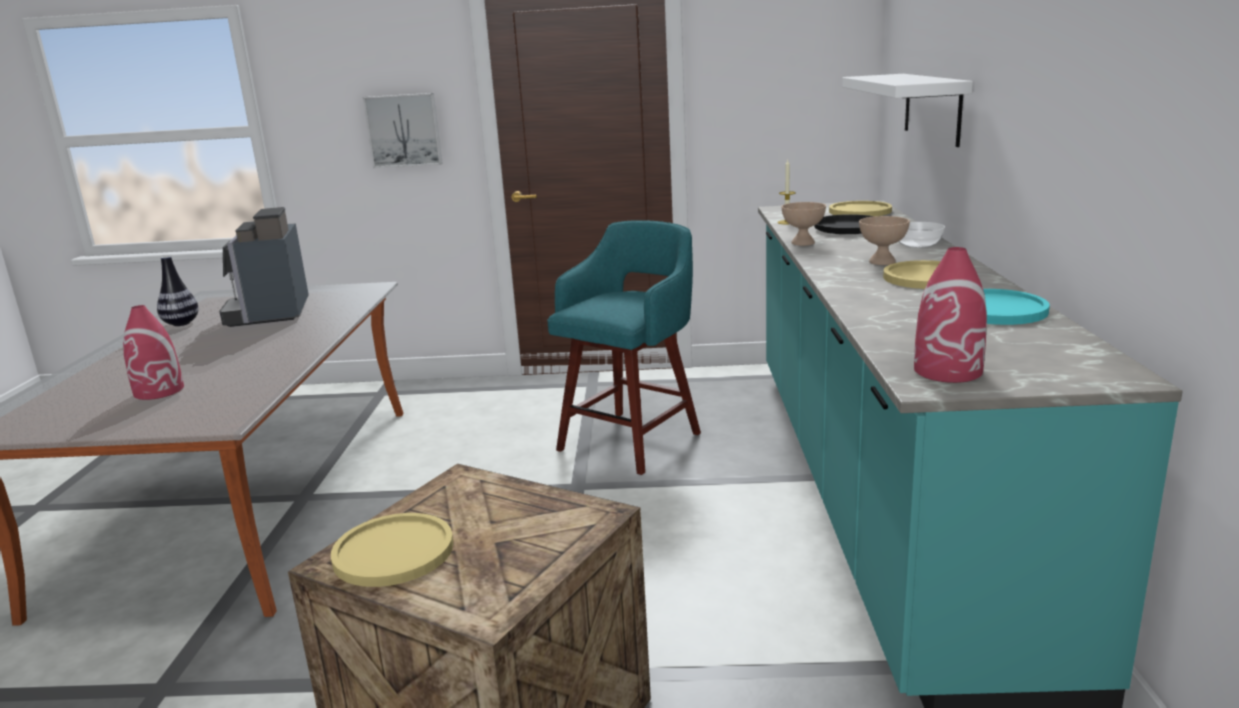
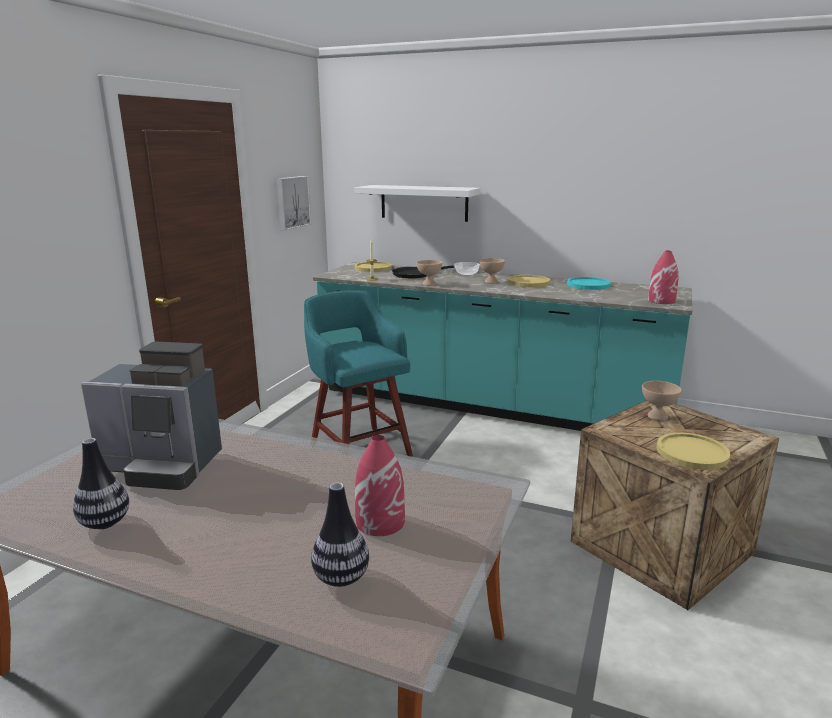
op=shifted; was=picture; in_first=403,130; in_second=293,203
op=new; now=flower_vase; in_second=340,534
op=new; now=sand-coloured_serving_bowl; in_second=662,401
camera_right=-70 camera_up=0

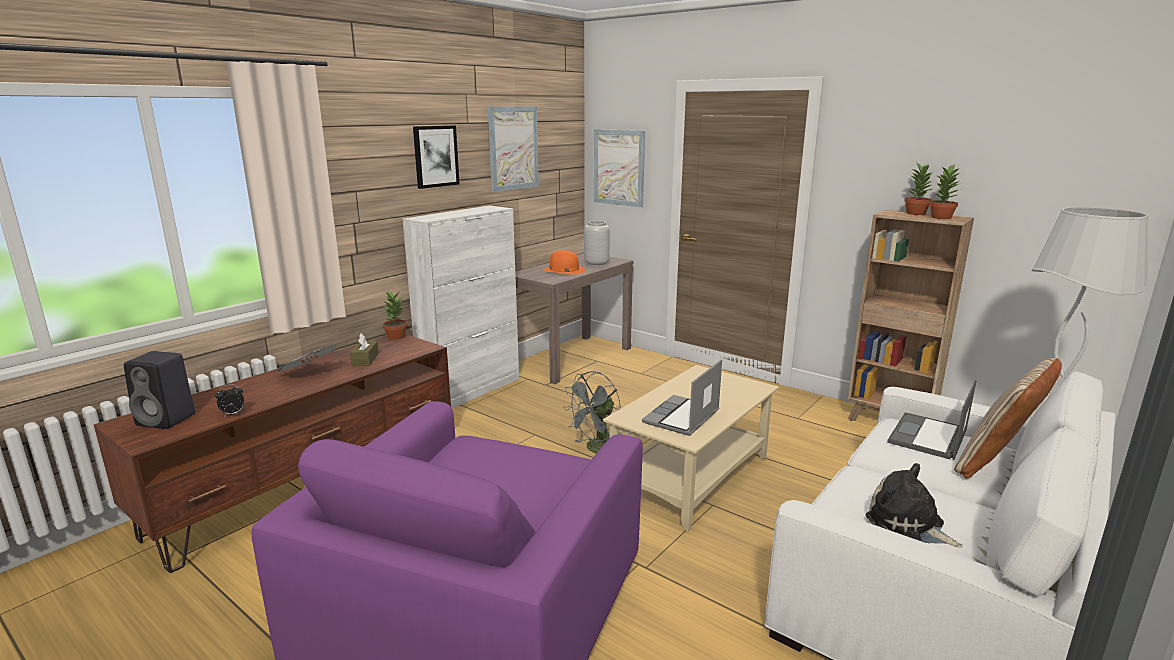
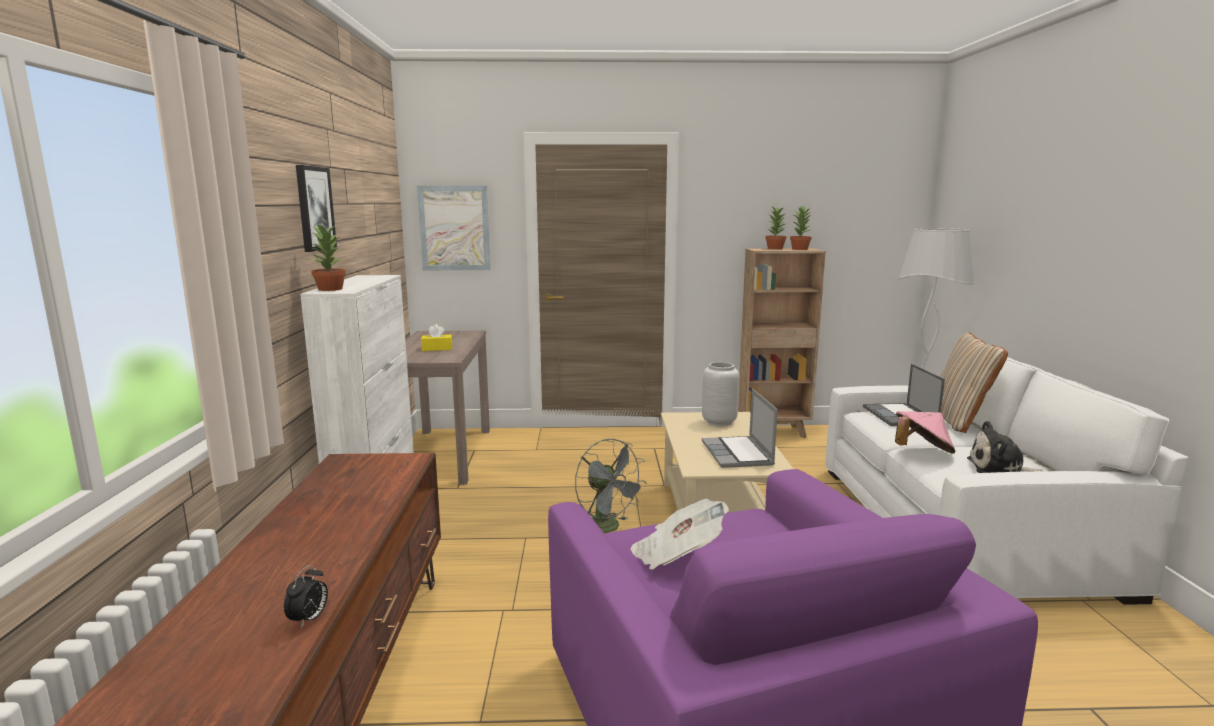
op=gone; was=blackish_speaker; in_first=159,390
op=shifted; was=printed_paper; in_first=306,359; in_second=679,534
op=gone; was=brownish_box_of_tissues; in_first=364,349
op=shifted; was=plant_in_a_pot; in_first=395,315; in_second=328,257
op=gone; was=picture; in_first=513,149
op=swapped; was=orange-coloured_hat; now=yellow-coloured_box_of_tissues; in_first=564,262; in_second=436,337
op=rotated; was=greyish_electric_fan; in_first=592,412; in_second=611,486; clockwise=-45
op=shifted; was=greyish_flower_vase; in_first=597,244; in_second=720,394
op=new; now=pinkish_hat; in_second=925,432
camera_right=-40 camera_up=-5

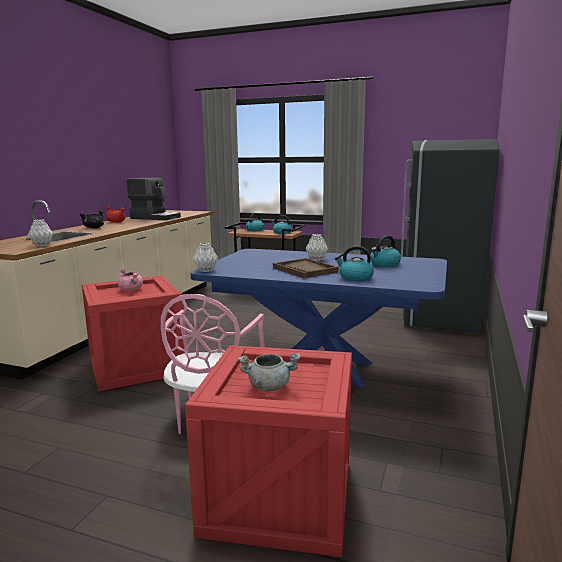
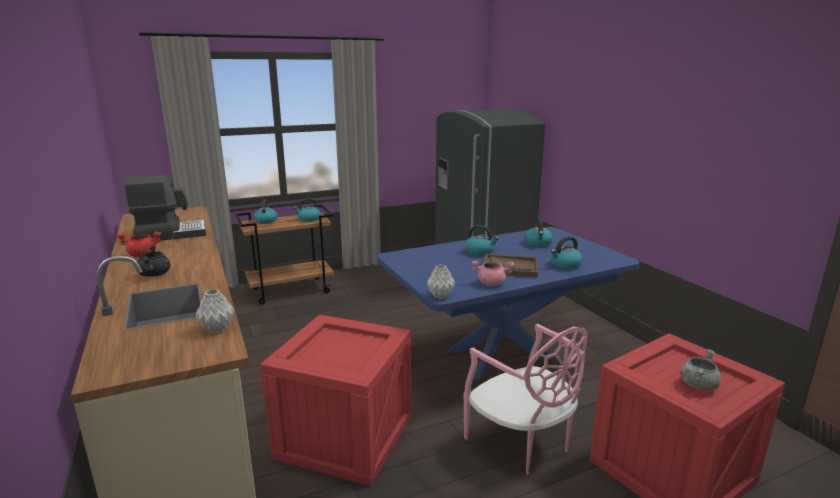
op=shifted; was=pinkish_cooking_pot; in_first=130,279; in_second=493,273
op=swapped; was=greyish_flower_vase; now=kettle; in_first=317,247; in_second=482,240
camera_right=-45 camera_up=5

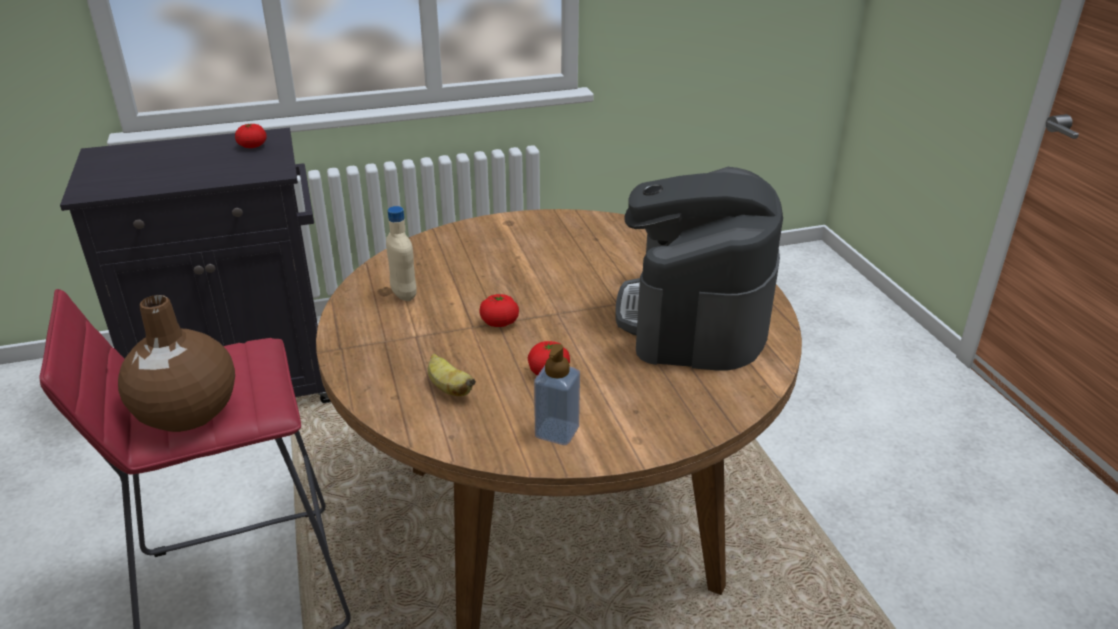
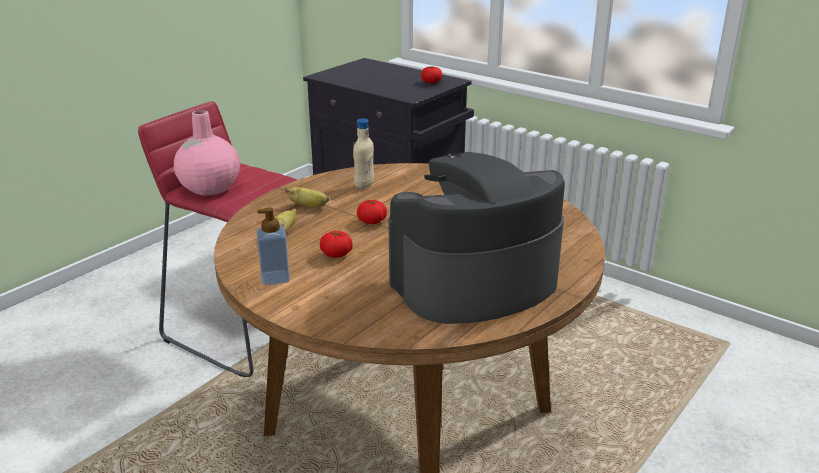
op=repainted; was=brownish_flower_vase; now=pinkish_flower_vase; in_first=176,363; in_second=207,153
op=new; now=banana_fruit; in_second=307,197
camera_right=55 camera_up=-5

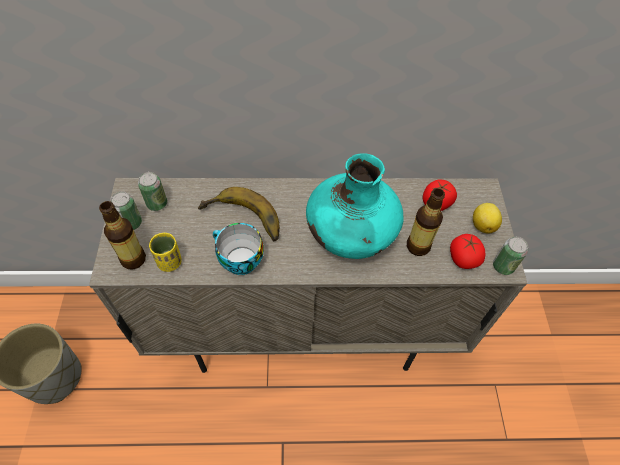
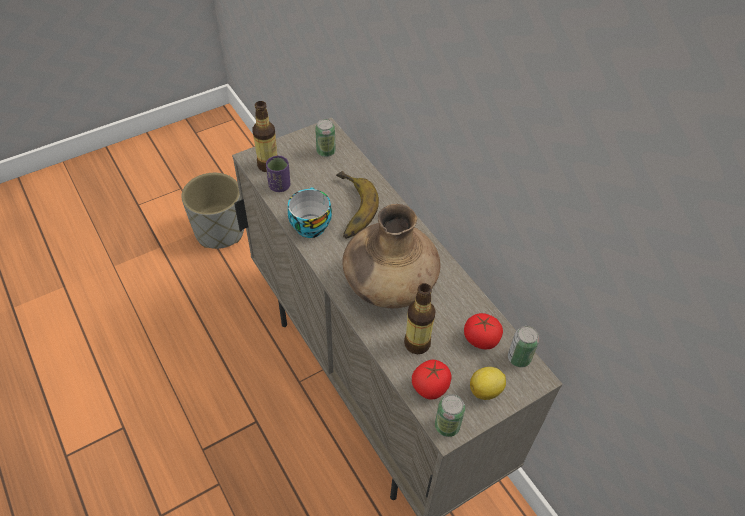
op=shifted; was=sealed_can; in_first=126,210; in_second=523,346
op=repainted; was=yellow-coloured_drinking_cup; now=purple-coloured_drinking_cup; in_first=165,252; in_second=278,174
op=repainted; was=blue-green_flower_vase; now=brownish_flower_vase; in_first=354,206; in_second=391,256
camera_right=60 camera_up=-5

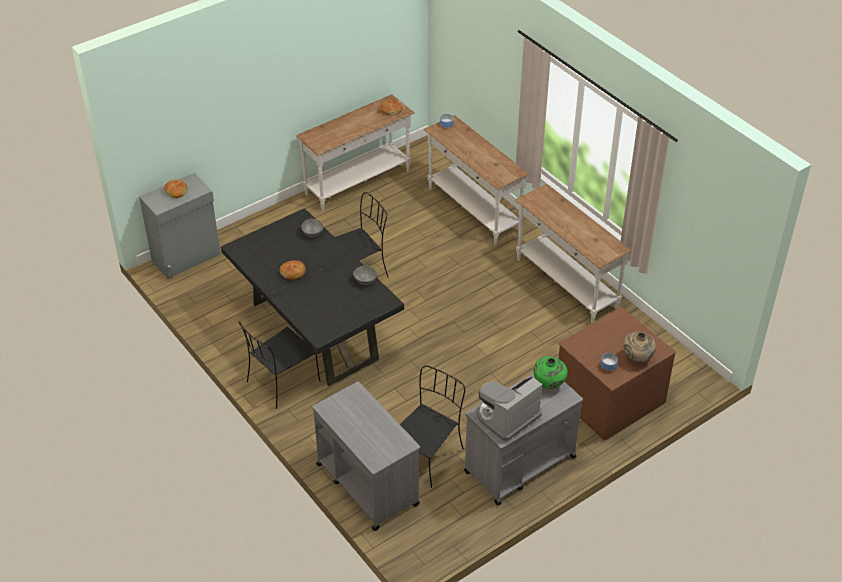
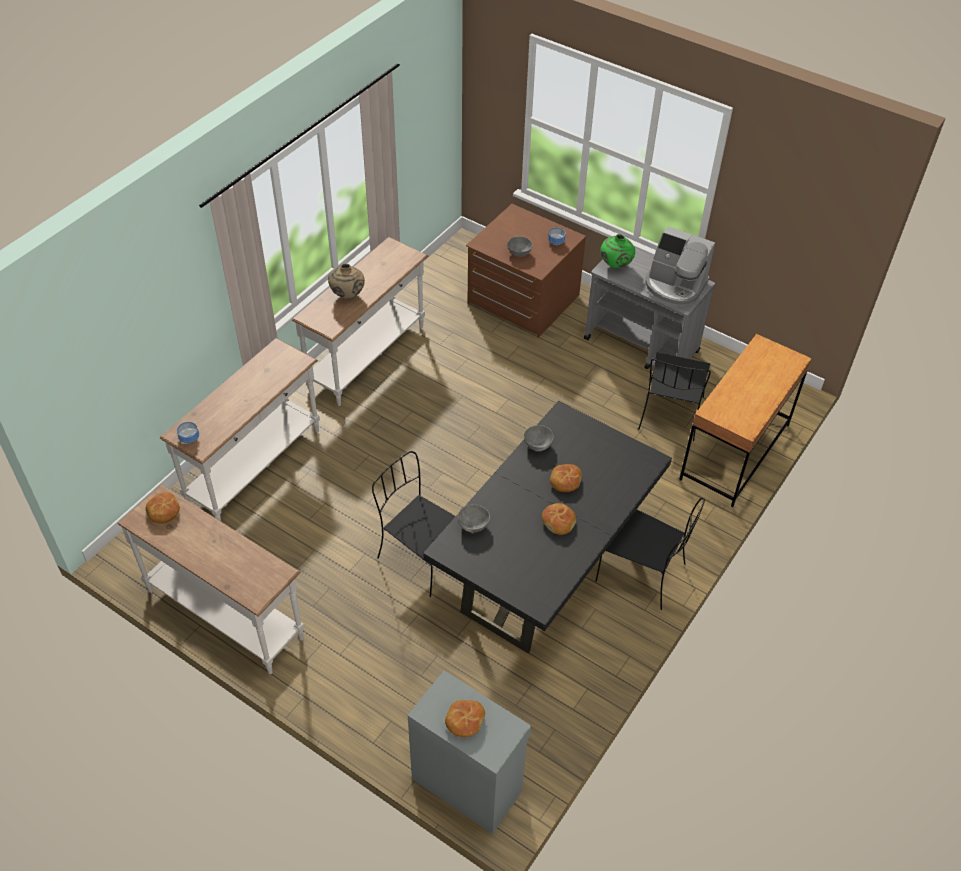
op=swapped; was=greyish_wheeled_cart; now=brownish_desk_table; in_first=366,456; in_second=745,420
op=rotated; was=blackish_upright_chair; in_first=432,426; in_second=674,397; clockwise=-90
op=shifted; was=sand-coloured_flower_vase; in_first=639,347; in_second=346,281
op=new; now=greyish_serving_bowl; in_second=520,246
op=new; now=baked_bread; in_second=566,478
camera_right=-110 camera_up=5

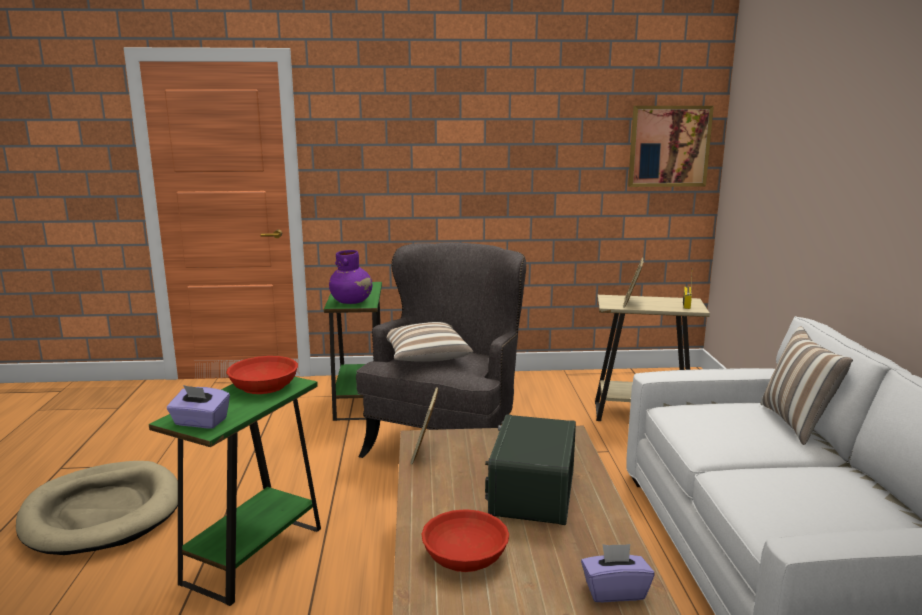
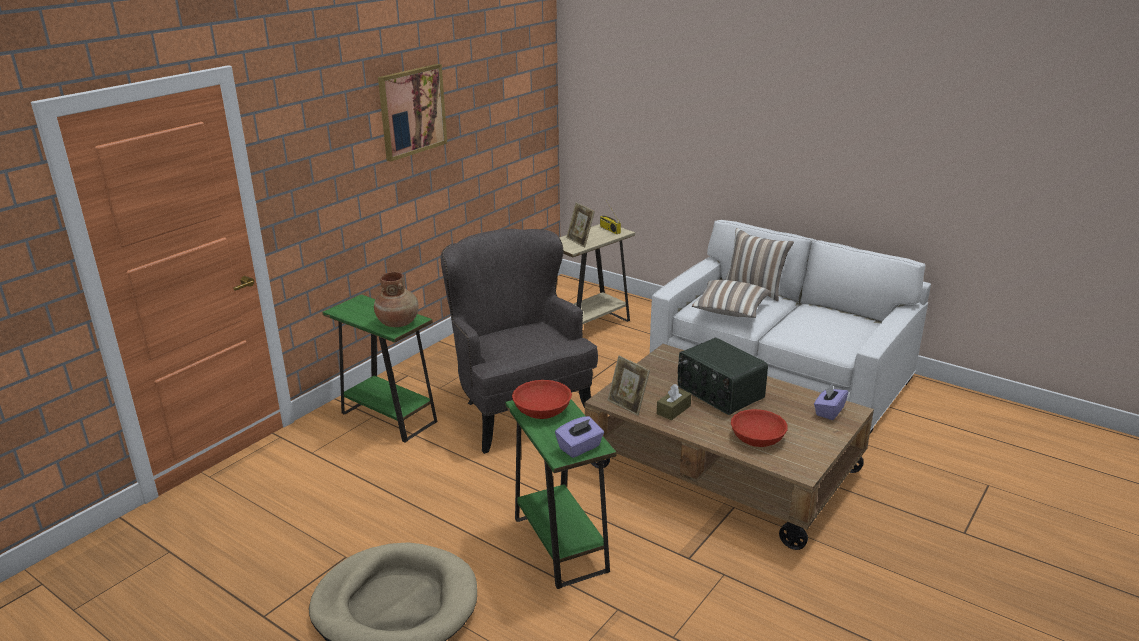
op=repainted; was=purple-coloured_flower_vase; now=brownish_flower_vase; in_first=350,277; in_second=396,299
op=shifted; was=cushion; in_first=430,342; in_second=731,299
op=shifted; was=picture; in_first=671,146; in_second=412,113
op=new; now=brownish_box_of_tissues; in_second=674,402
camera_right=-50 camera_up=10

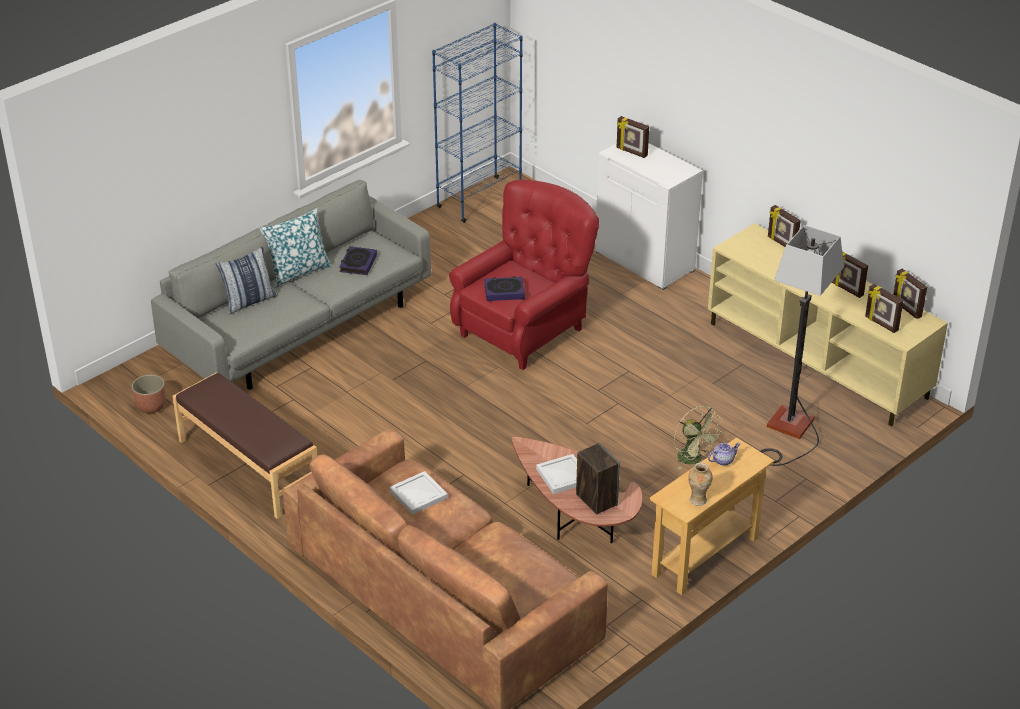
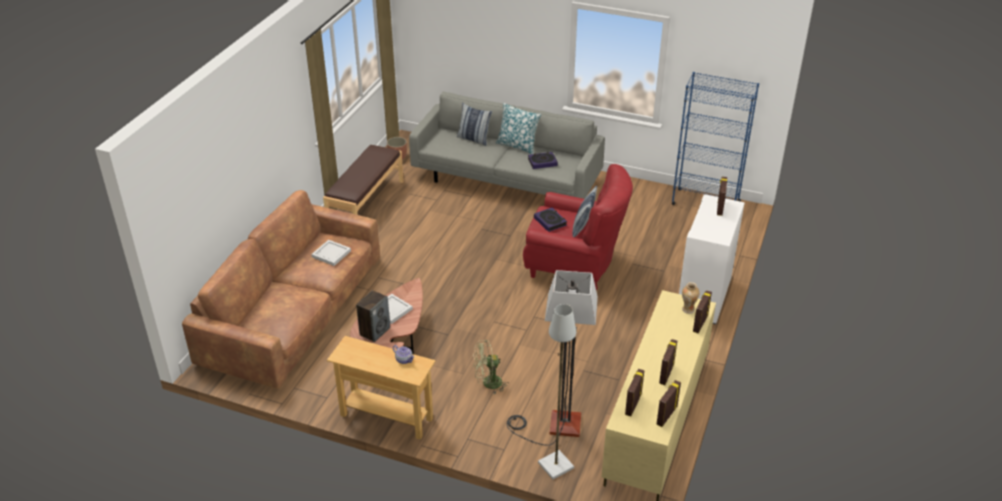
op=rotated; was=green-coloured_electric_fan; in_first=698,438; in_second=491,367; clockwise=45
op=shifted; was=flower_vase; in_first=700,484; in_second=691,298
op=new; now=greyish_standard_lamp; in_second=557,392
op=new; now=cushion; in_second=584,211
camera_right=65 camera_up=0

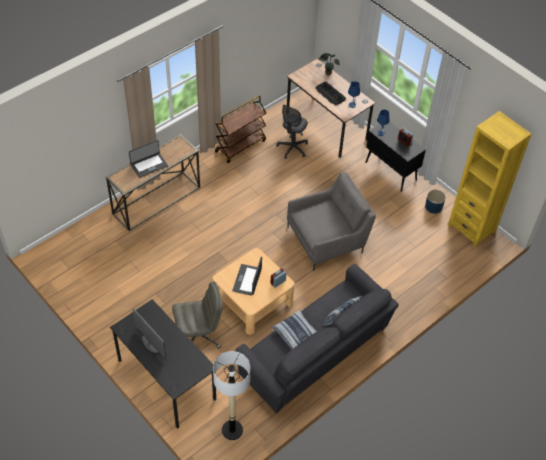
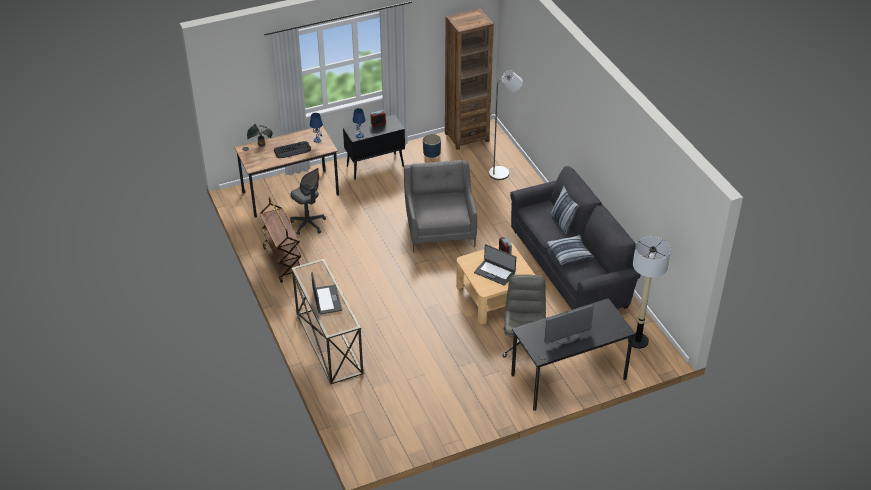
op=repainted; was=yellow-coloured_bookshelf; now=brownish_bookshelf; in_first=489,179; in_second=469,79
op=new; now=greyish_standard_lamp; in_second=506,125
camera_right=-70 camera_up=-10

